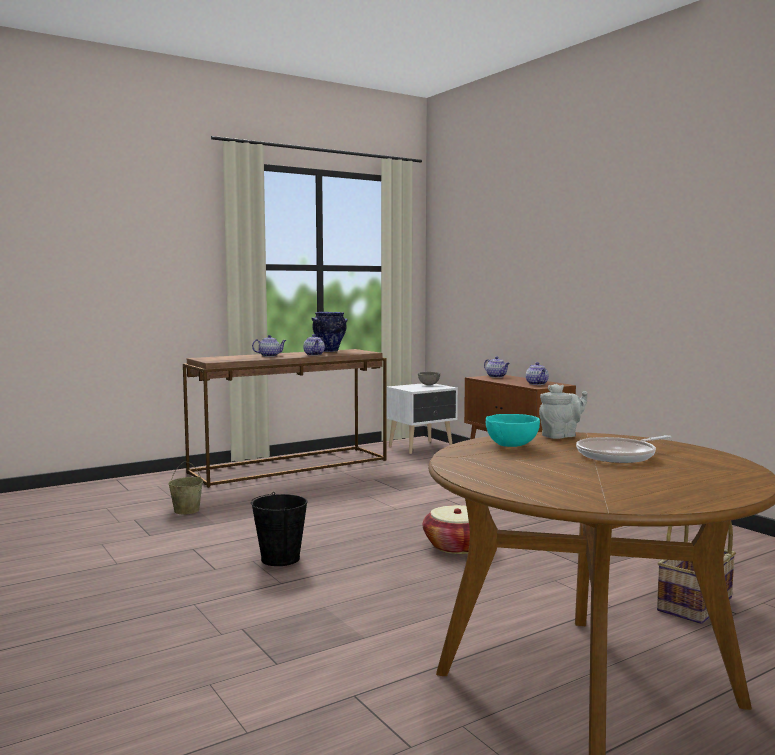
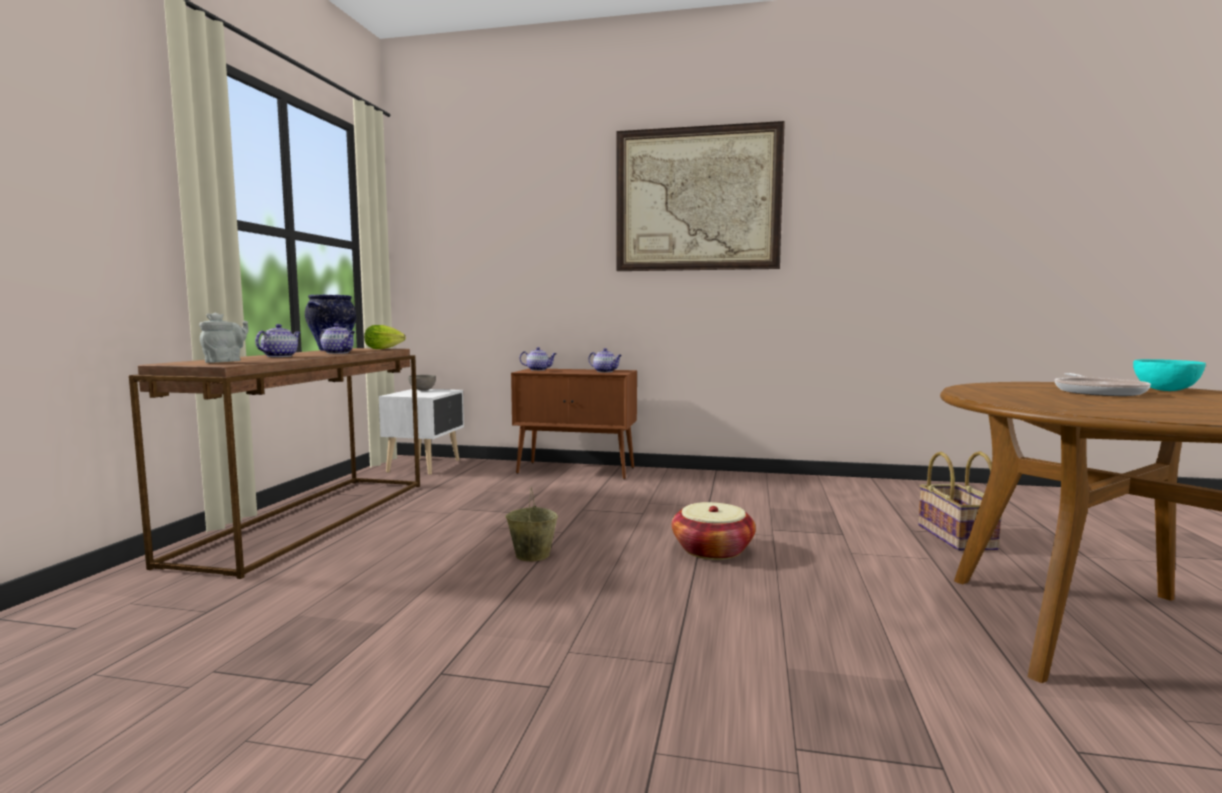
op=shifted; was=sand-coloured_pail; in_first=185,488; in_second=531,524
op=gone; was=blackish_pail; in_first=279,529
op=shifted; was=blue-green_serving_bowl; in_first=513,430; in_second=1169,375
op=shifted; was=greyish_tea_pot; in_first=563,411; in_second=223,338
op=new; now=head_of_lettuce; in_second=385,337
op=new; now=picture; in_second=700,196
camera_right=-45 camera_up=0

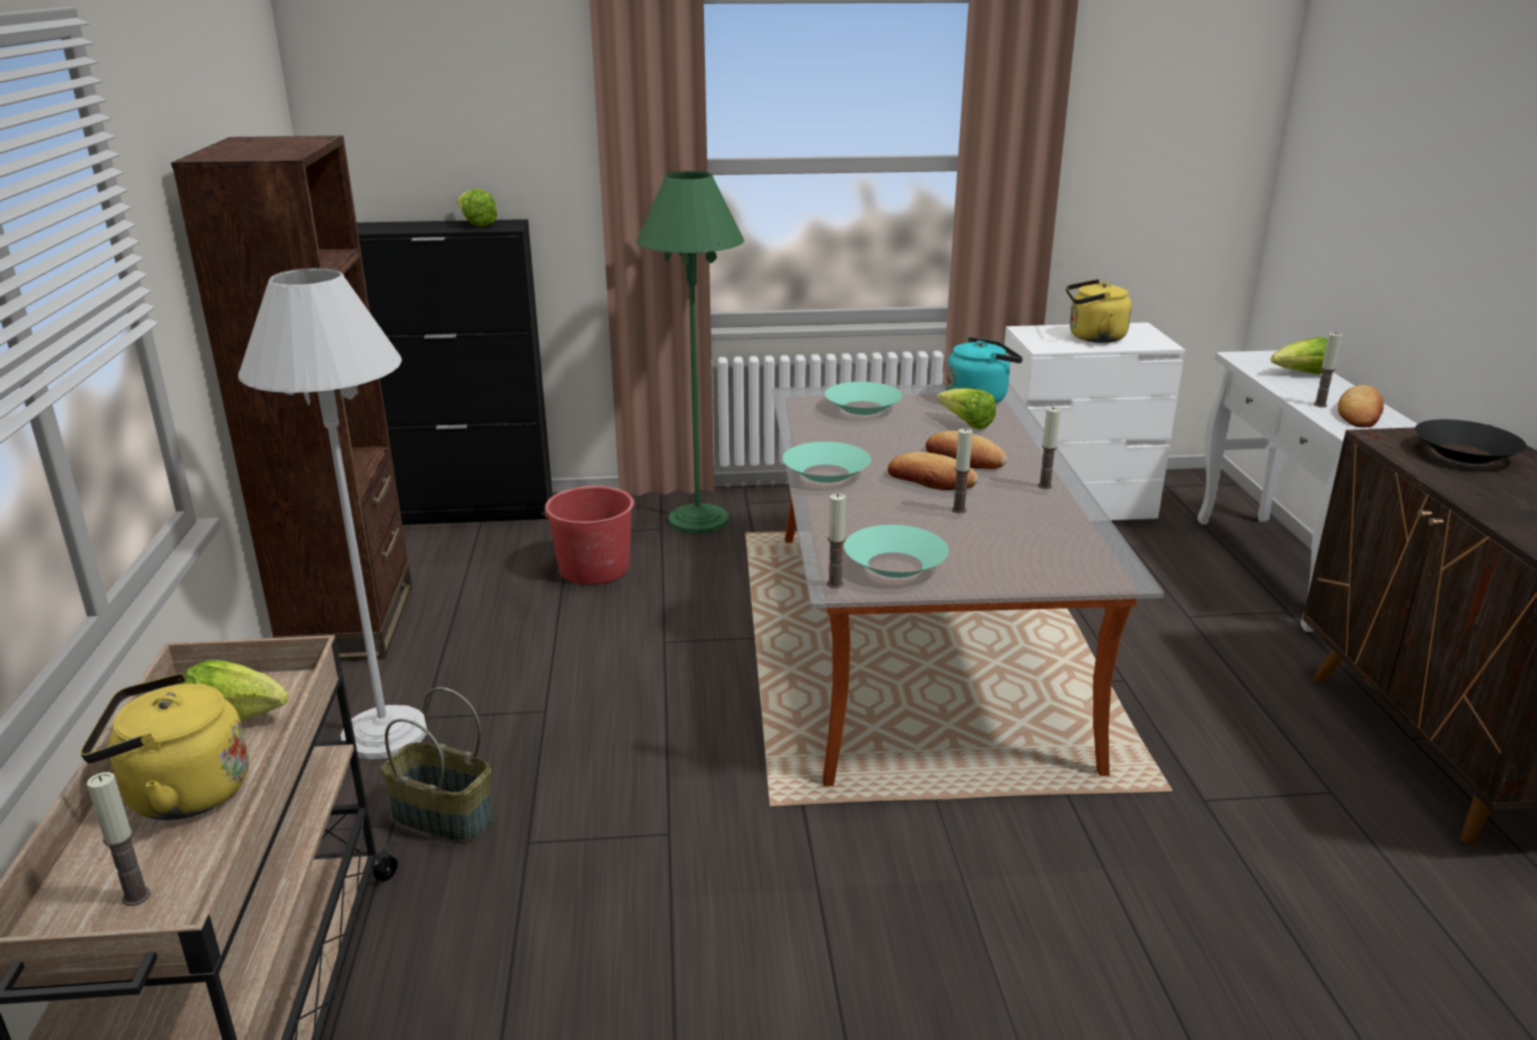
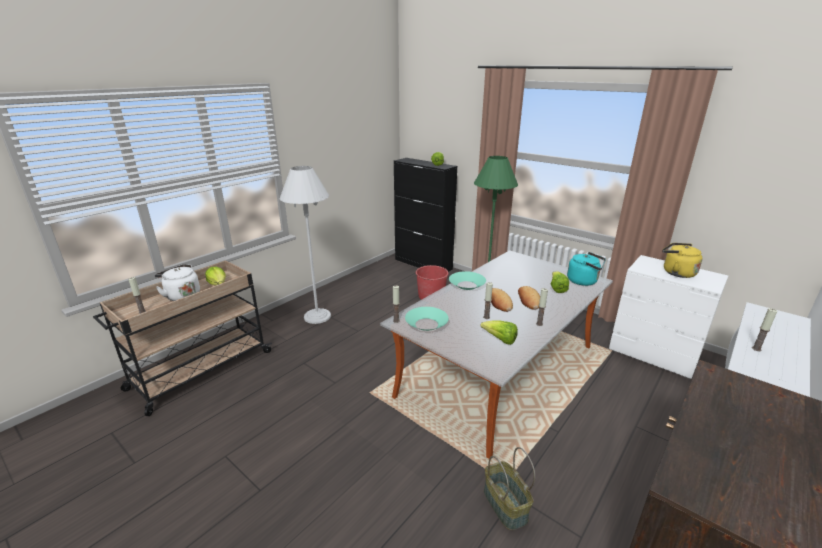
op=repainted; was=yellow-coloured_kettle; now=white-coloured_kettle; in_first=164,746; in_second=177,282
op=gone; was=brownish_bookshelf; in_first=291,398
op=shifted; was=basket; in_first=438,765; in_second=509,488
op=gone; was=blue-green_serving_bowl; in_first=863,398
op=shifted; was=head_of_lettuce; in_first=1299,355; in_second=499,332
op=gone; was=baked_bread; in_first=1361,406
op=gone; was=blackish_serving_bowl; in_first=1471,441
camera_right=45 camera_up=0

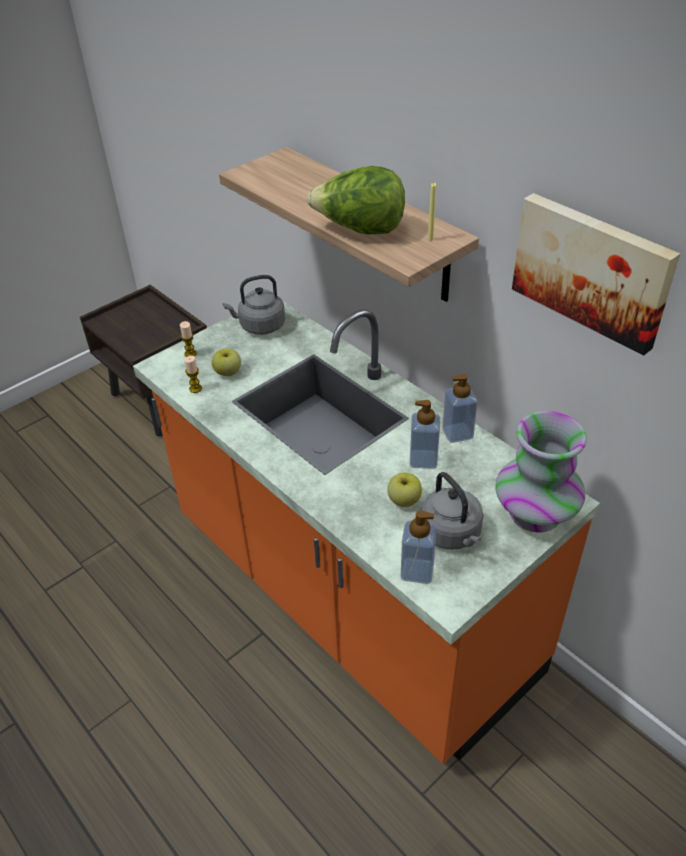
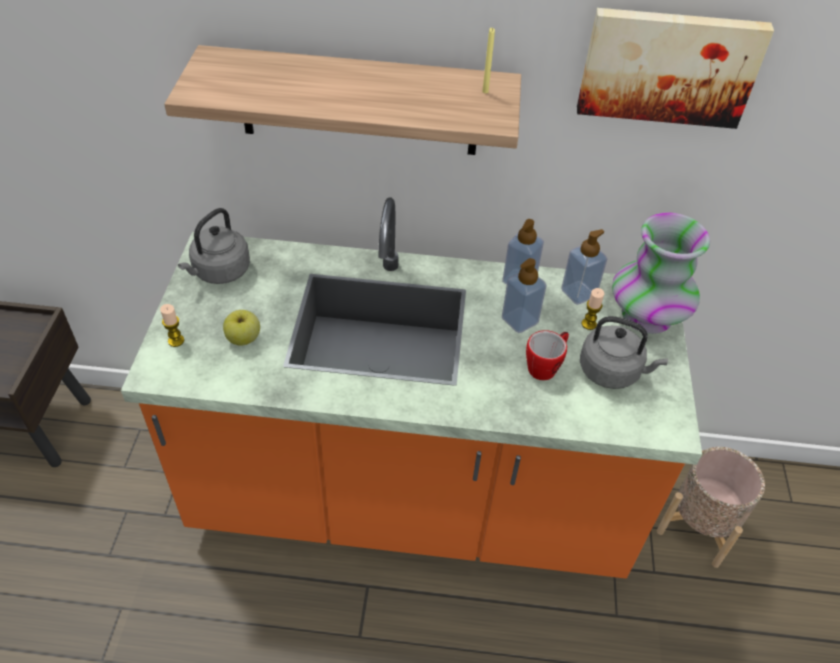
op=shifted; was=wax_candle; in_first=193,374; in_second=593,309
op=gone; was=head_of_lettuce; in_first=356,200
op=swapped; was=apple; now=tea_mug; in_first=404,490; in_second=547,355
op=shifted; was=liquid_soap_bottle; in_first=419,547; in_second=584,267
op=new; now=sand-coloured_planter; in_second=711,507
camera_right=-45 camera_up=5

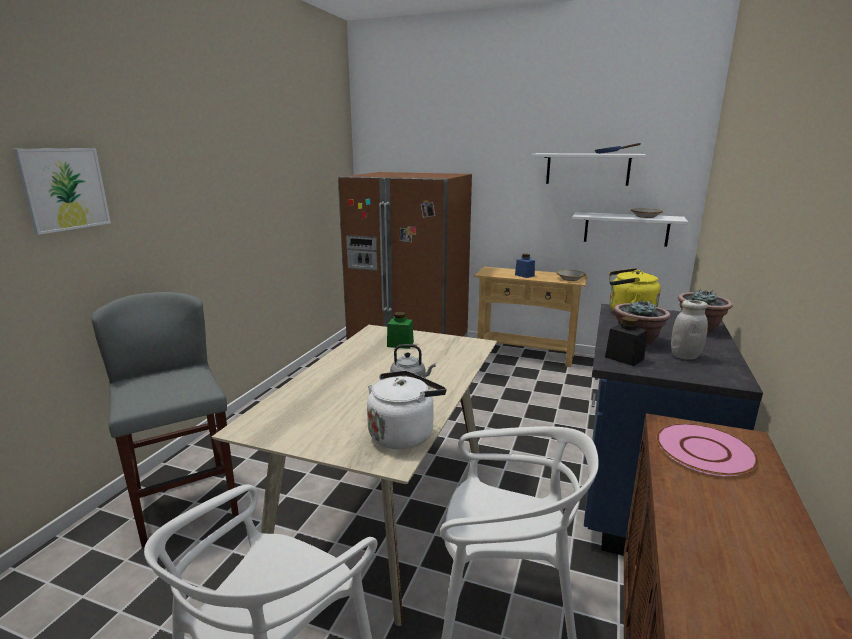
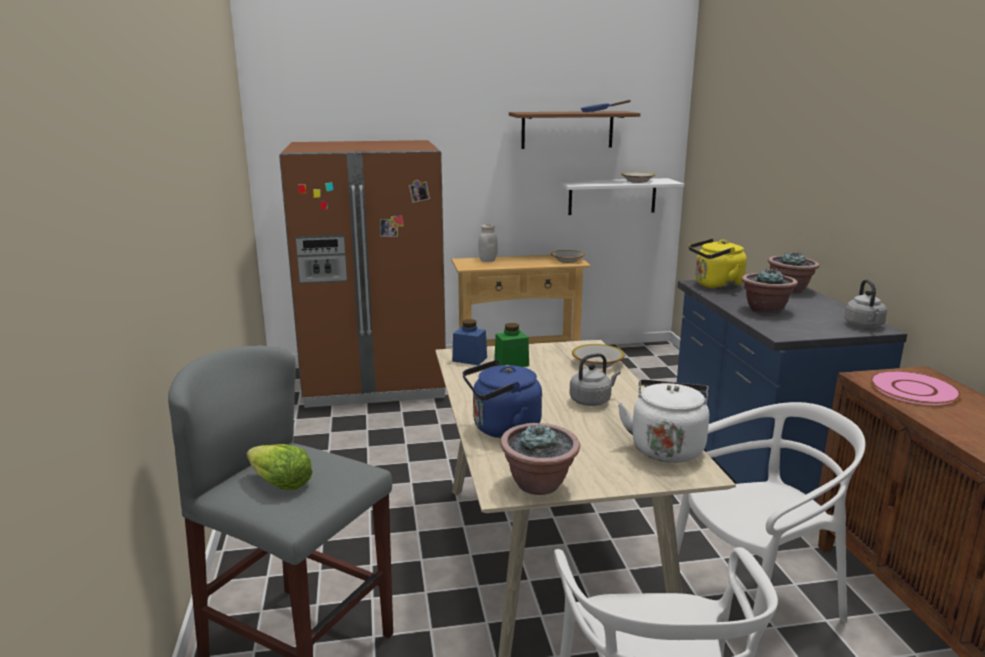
op=gone; was=picture; in_first=62,191
op=shifted; was=bluish_preserve_jar; in_first=525,266; in_second=469,342
op=repainted; was=white-coloured_wall_shelf; now=brownish_wall_shelf; in_first=589,169; in_second=574,130
op=gone; was=blackish_preserve_jar; in_first=626,341
op=shifted; was=white-coloured_preserve_jar; in_first=689,329; in_second=488,243
op=new; now=head_of_lettuce; in_second=280,467
op=new; now=bluish_kettle; in_second=502,399
op=new; now=plant_in_a_pot; in_second=540,459
op=new; now=serving_bowl; in_second=598,356
op=new; now=greyish_kettle; in_second=865,303
camera_right=-30 camera_up=0

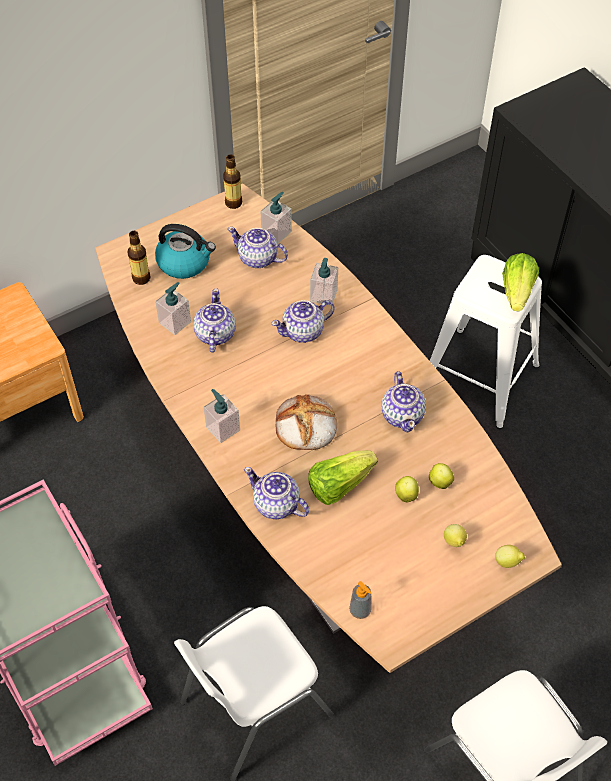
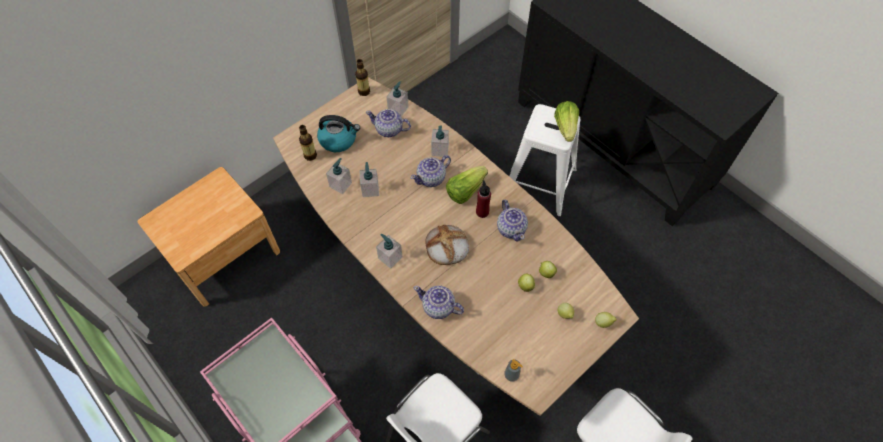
op=swapped; was=tea_pot; now=liquid_soap_bottle; in_first=214,320; in_second=369,179
op=shifted; was=head_of_lettuce; in_first=343,477; in_second=467,185
op=new; now=red-coloured_bottle; in_second=483,199
camera_right=-10 camera_up=5

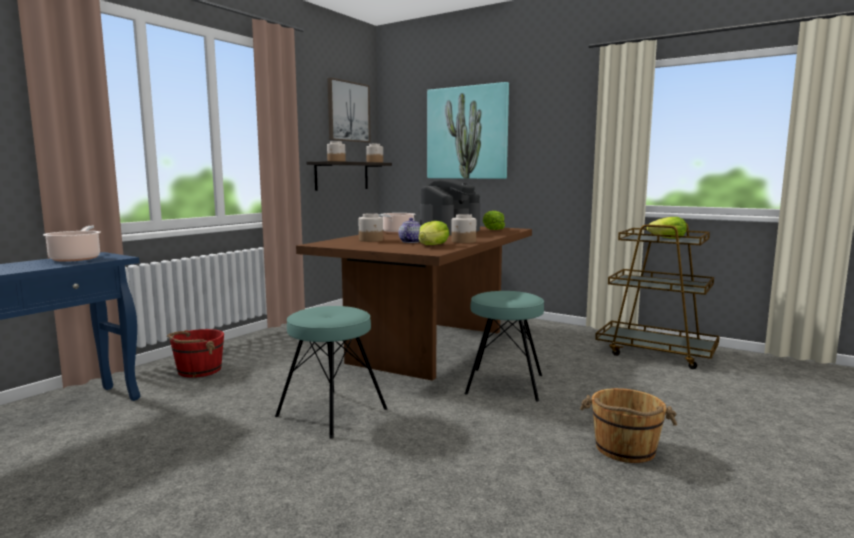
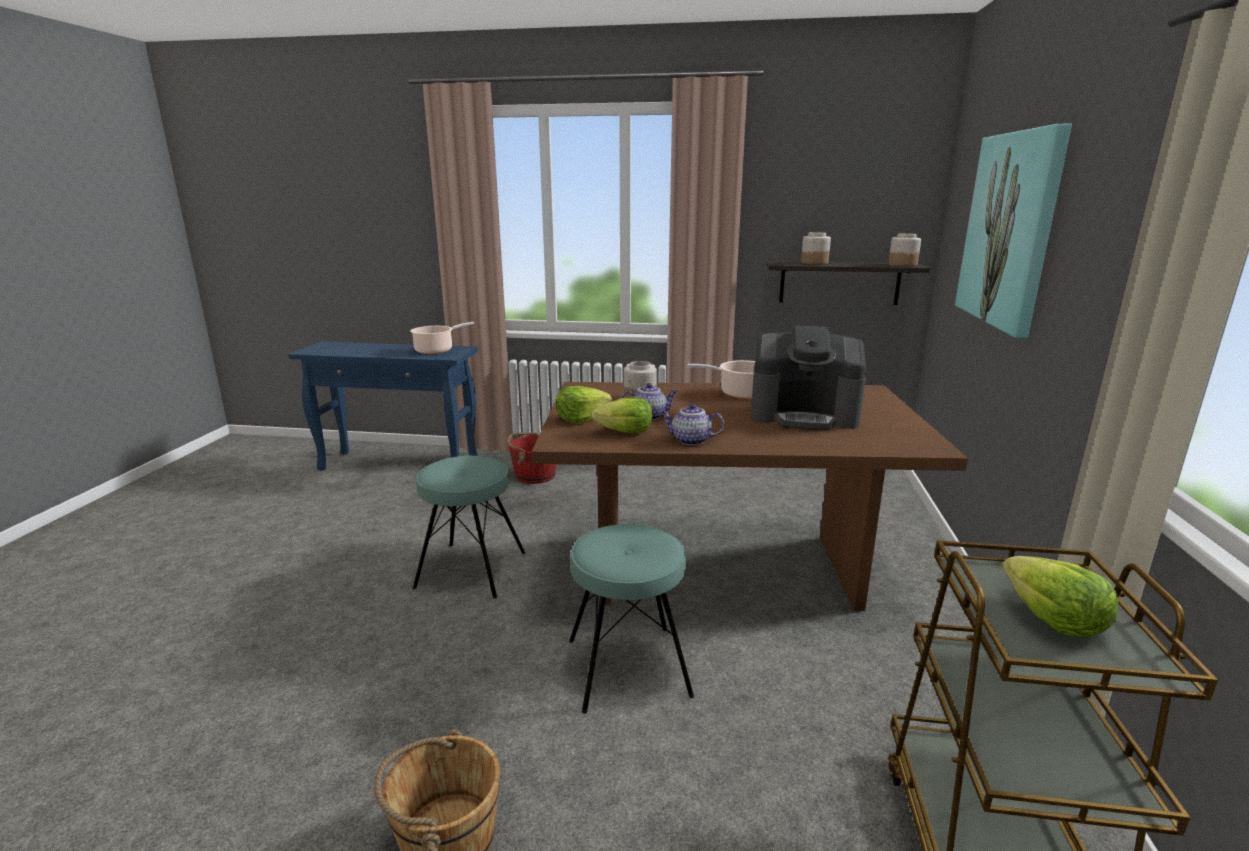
op=gone; was=picture; in_first=348,110
op=swapped; was=preserve_jar; now=tea_pot; in_first=463,228; in_second=693,424
op=shifted; was=head_of_lettuce; in_first=494,220; in_second=584,404
camera_right=65 camera_up=10

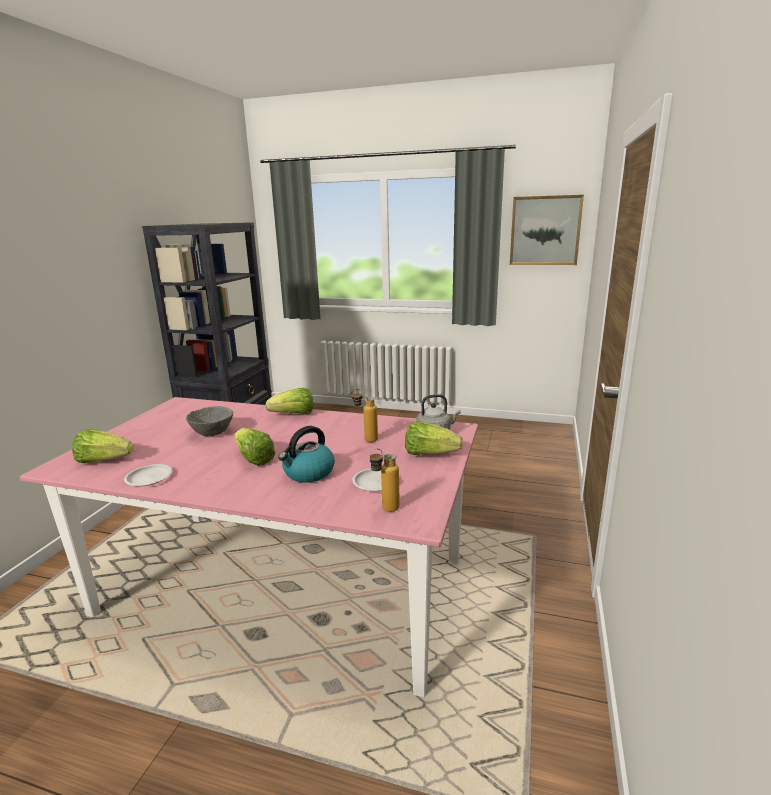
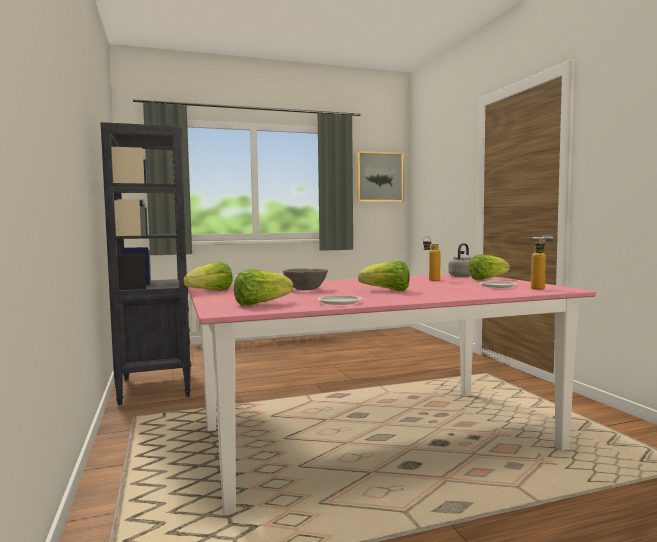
op=shifted; was=head_of_lettuce; in_first=289,401; in_second=208,276
op=gone; was=kettle; in_first=306,454
camera_right=-35 camera_up=-15

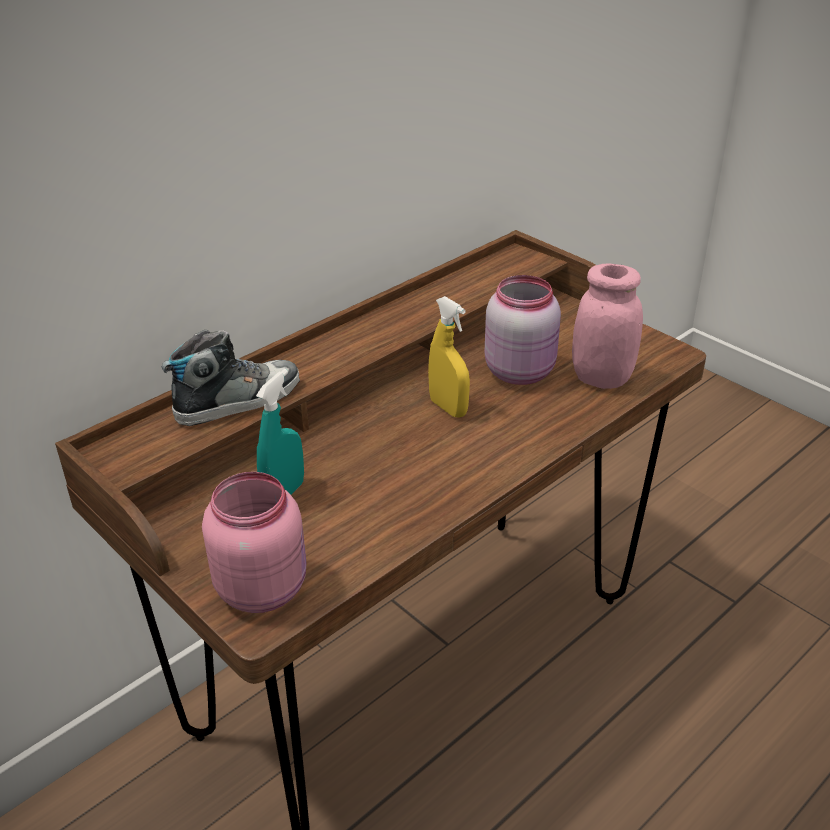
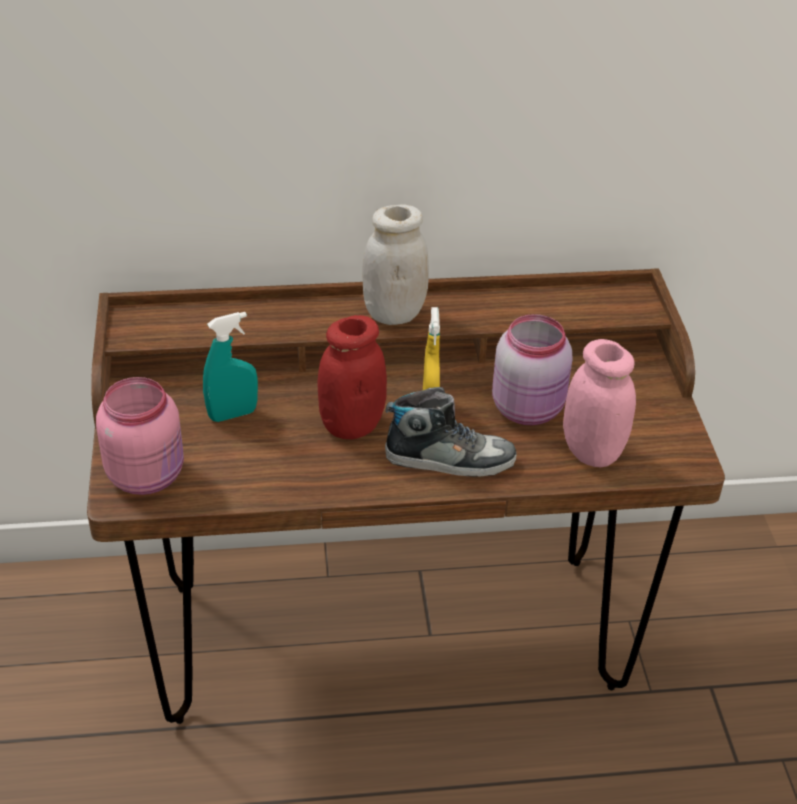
op=shifted; was=shoe; in_first=231,377; in_second=450,432
op=new; now=red-coloured_preserve_jar; in_second=352,377
op=new; now=white-coloured_preserve_jar; in_second=395,264
camera_right=35 camera_up=5

